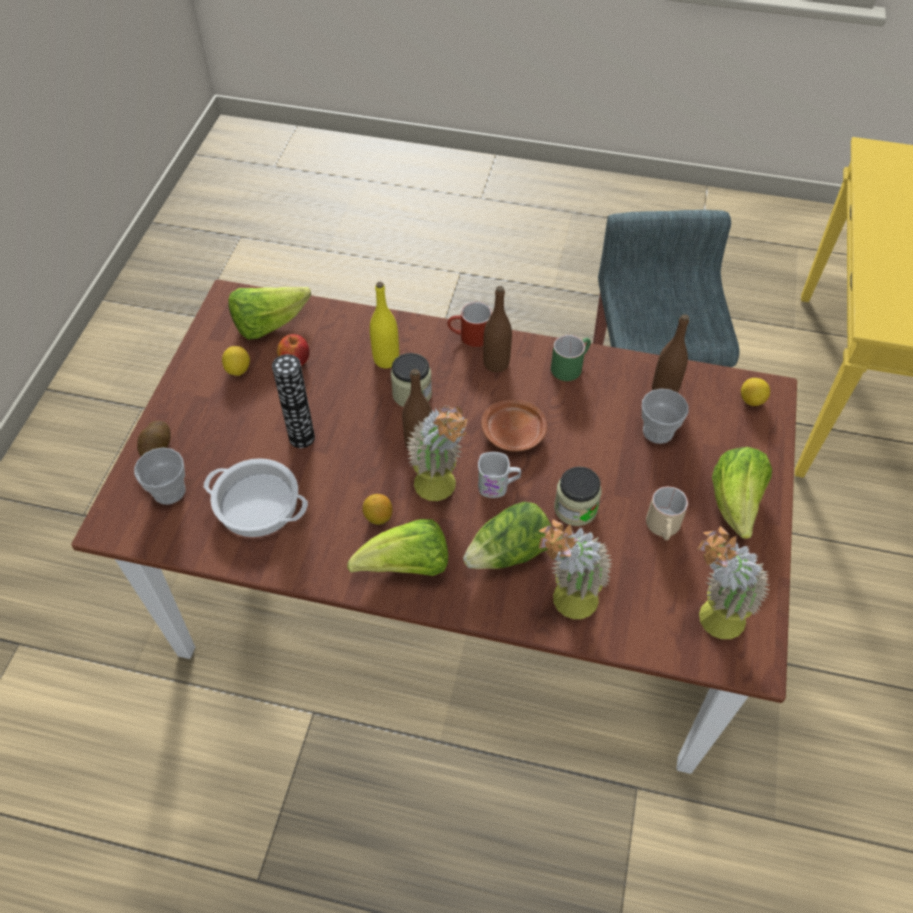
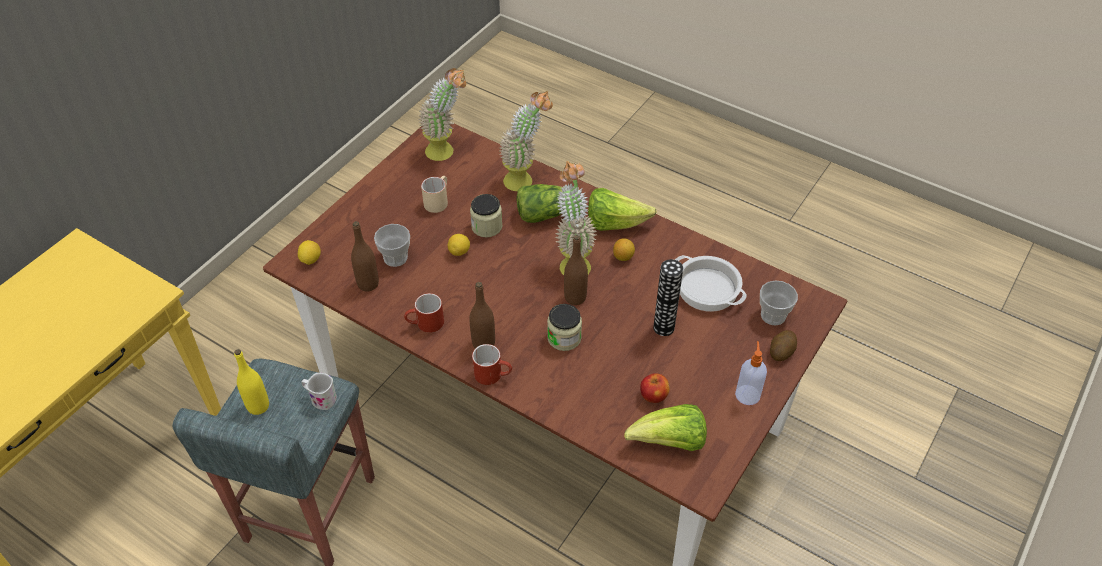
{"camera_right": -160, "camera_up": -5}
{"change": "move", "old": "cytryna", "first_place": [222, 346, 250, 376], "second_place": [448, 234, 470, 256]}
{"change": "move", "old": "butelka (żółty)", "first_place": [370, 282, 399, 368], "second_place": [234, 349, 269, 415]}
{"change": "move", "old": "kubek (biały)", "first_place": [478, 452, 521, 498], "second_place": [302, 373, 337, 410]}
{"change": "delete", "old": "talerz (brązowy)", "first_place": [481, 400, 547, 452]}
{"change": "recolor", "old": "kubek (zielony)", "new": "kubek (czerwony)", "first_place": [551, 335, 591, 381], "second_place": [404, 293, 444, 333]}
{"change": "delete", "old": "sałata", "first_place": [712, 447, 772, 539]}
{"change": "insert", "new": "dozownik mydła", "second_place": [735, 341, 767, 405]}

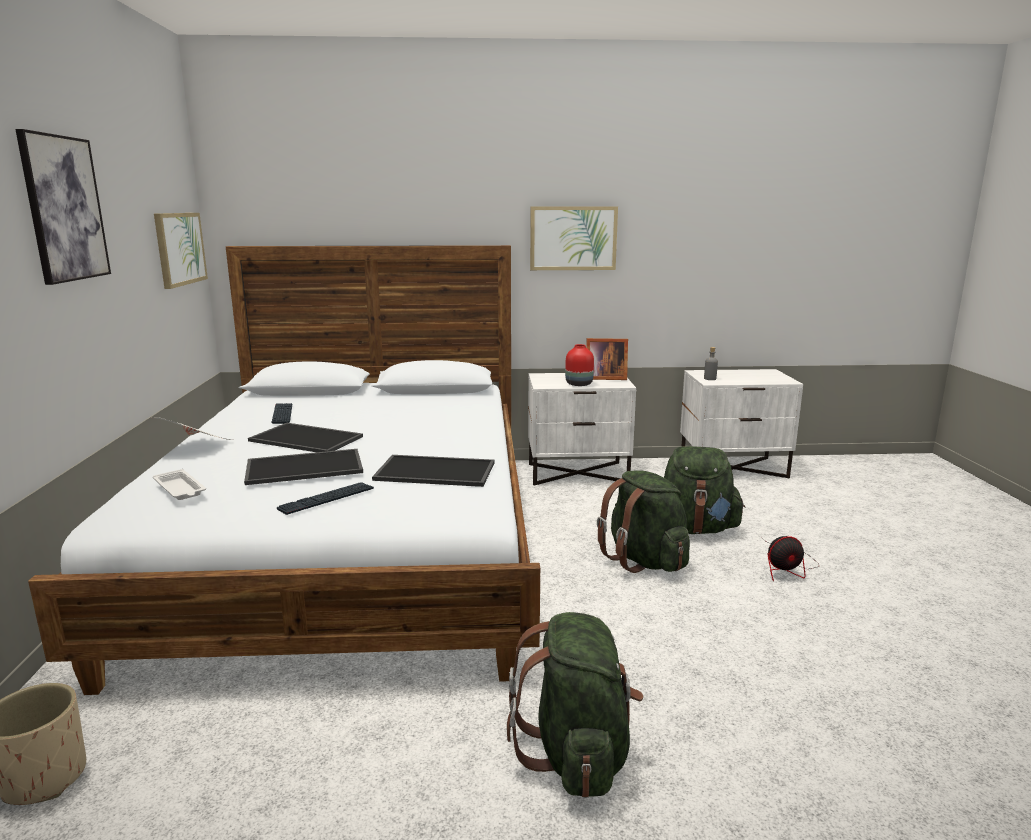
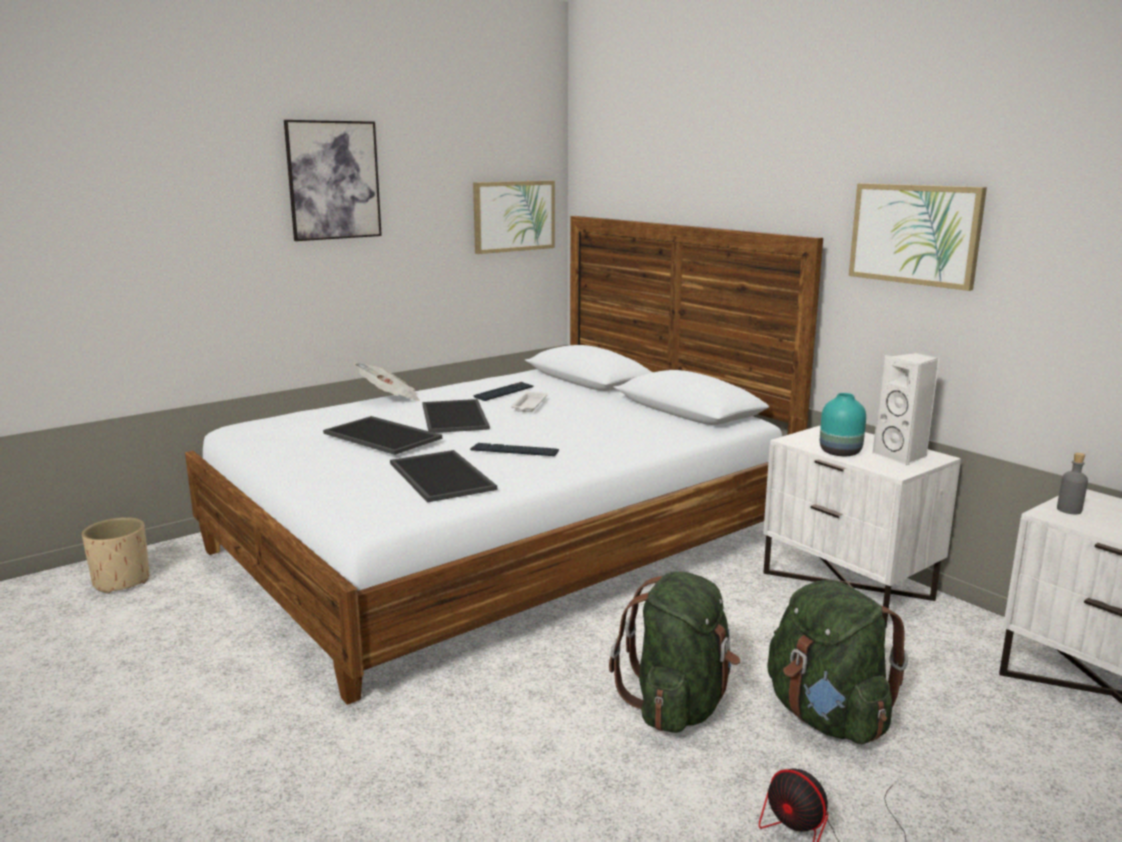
{"camera_right": 55, "camera_up": 0}
{"change": "move", "old": "taca (biały)", "first_place": [153, 469, 206, 500], "second_place": [511, 392, 548, 412]}
{"change": "move", "old": "klawiatura", "first_place": [277, 482, 374, 515], "second_place": [470, 443, 559, 456]}
{"change": "delete", "old": "plecak (zielony)", "first_place": [507, 612, 644, 798]}
{"change": "recolor", "old": "wazon (czerwony)", "new": "wazon (turkusowy)", "first_place": [565, 344, 594, 386], "second_place": [820, 393, 866, 456]}
{"change": "replace", "old": "ramka na zdjęcie", "new": "głośnik (biały)", "first_place": [586, 338, 628, 380], "second_place": [873, 353, 939, 465]}

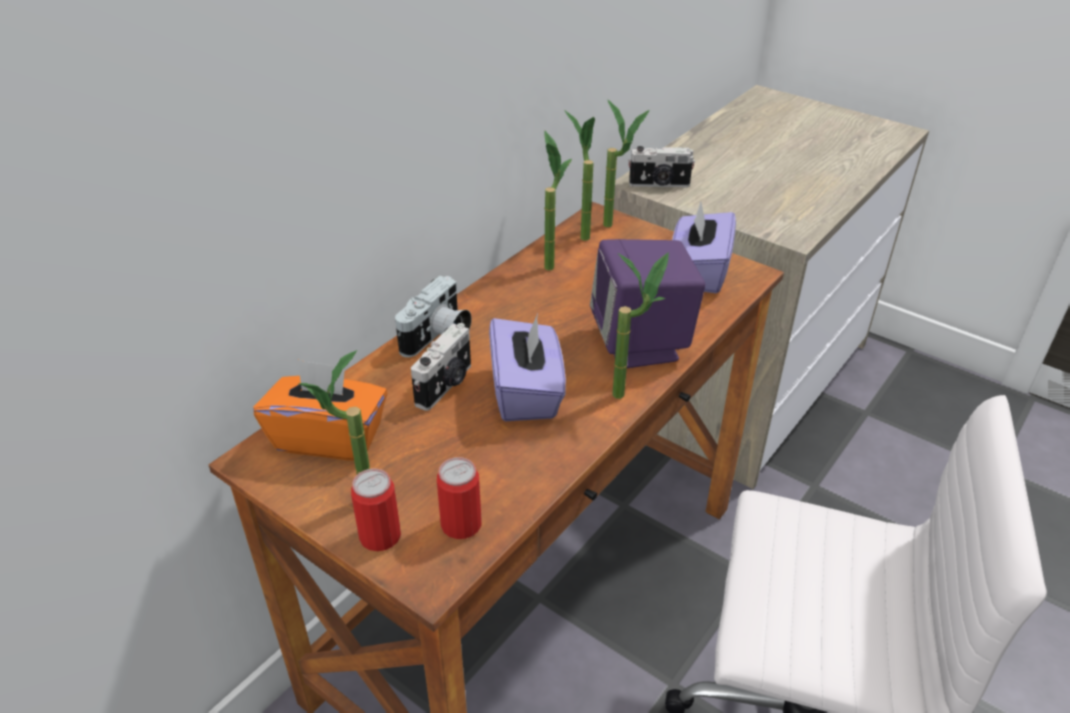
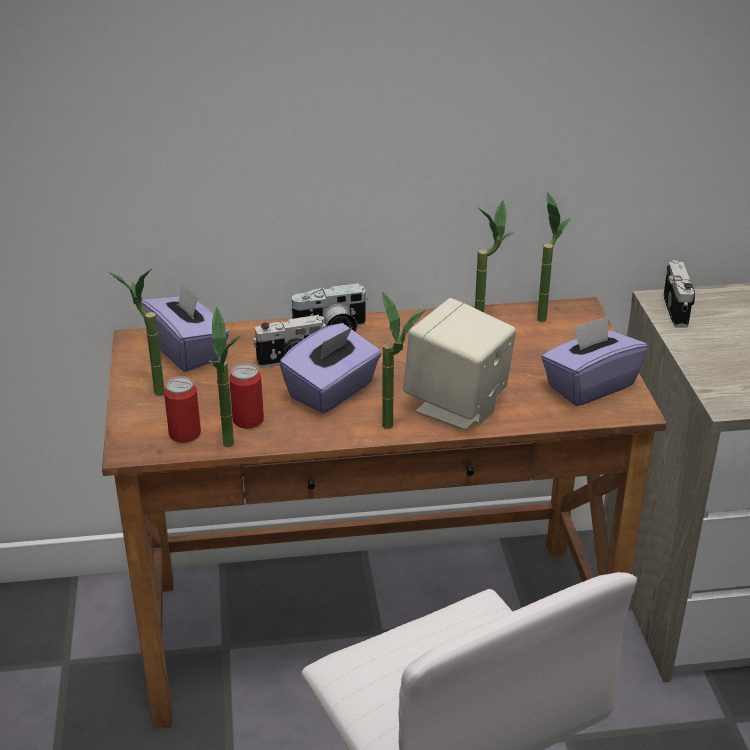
{"camera_right": 45, "camera_up": -5}
{"change": "recolor", "old": "pudełko chusteczek (pomarańczowy)", "new": "pudełko chusteczek (fioletowy)", "first_place": [253, 359, 387, 461], "second_place": [141, 283, 230, 372]}
{"change": "move", "old": "puszka", "first_place": [351, 468, 401, 551], "second_place": [229, 363, 264, 429]}
{"change": "recolor", "old": "głośnik (fioletowy)", "new": "głośnik (beżowy)", "first_place": [590, 239, 706, 368], "second_place": [403, 298, 516, 430]}
{"change": "move", "old": "roślina doniczkowa", "first_place": [603, 100, 649, 227], "second_place": [209, 307, 240, 447]}
{"change": "rotate", "old": "aparat fotograficzny", "first_place": [628, 146, 695, 187], "second_place": [663, 260, 695, 328], "degrees": -135}

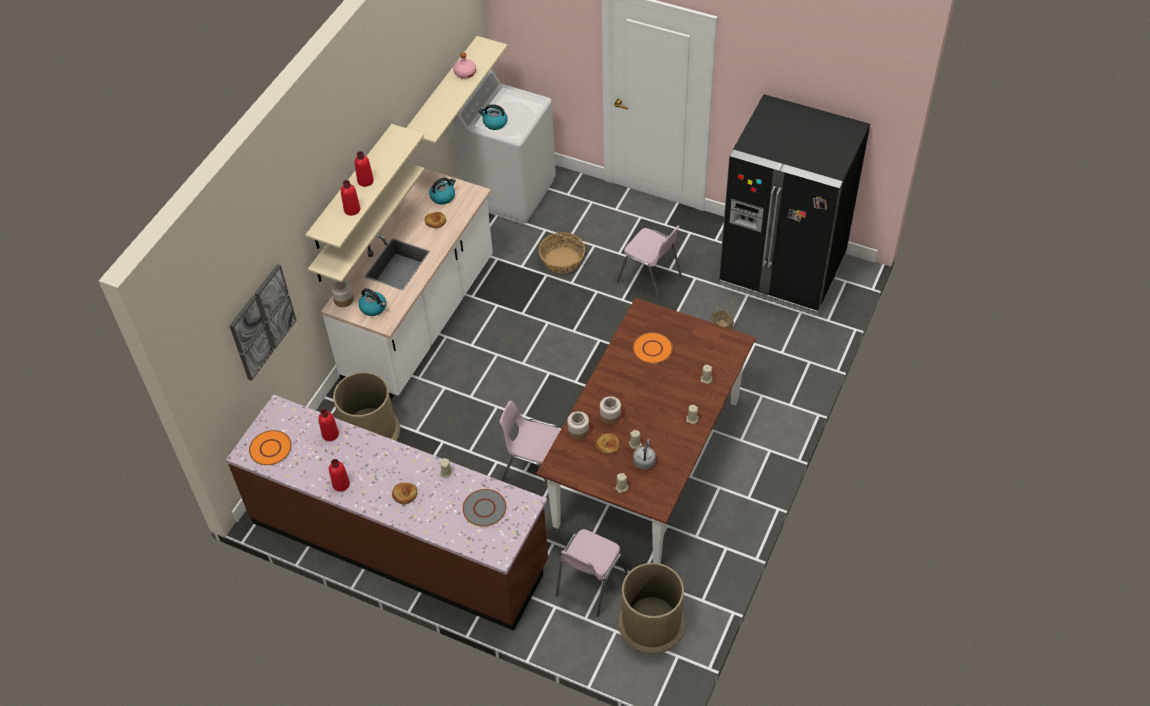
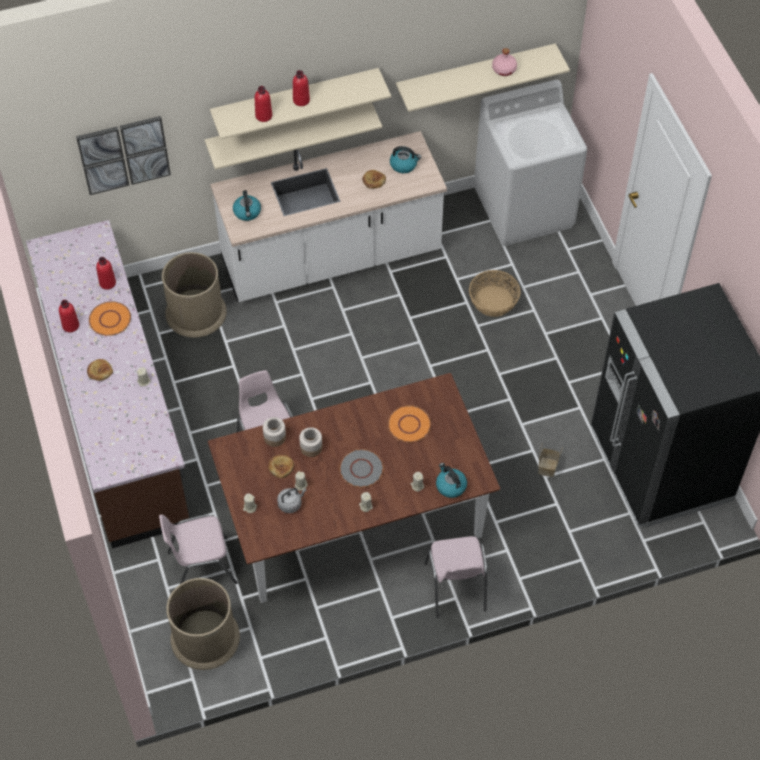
{"camera_right": 45, "camera_up": 5}
{"change": "move", "old": "talerz (pomarańczowy)", "first_place": [249, 430, 292, 465], "second_place": [89, 301, 131, 336]}
{"change": "delete", "old": "słoik", "first_place": [331, 280, 354, 307]}
{"change": "move", "old": "talerz (szary)", "first_place": [463, 489, 506, 527], "second_place": [339, 449, 384, 487]}
{"change": "move", "old": "czajnik", "first_place": [479, 104, 508, 130], "second_place": [436, 463, 467, 498]}
{"change": "move", "old": "krzesło (różowy)", "first_place": [617, 226, 682, 302], "second_place": [425, 536, 487, 618]}

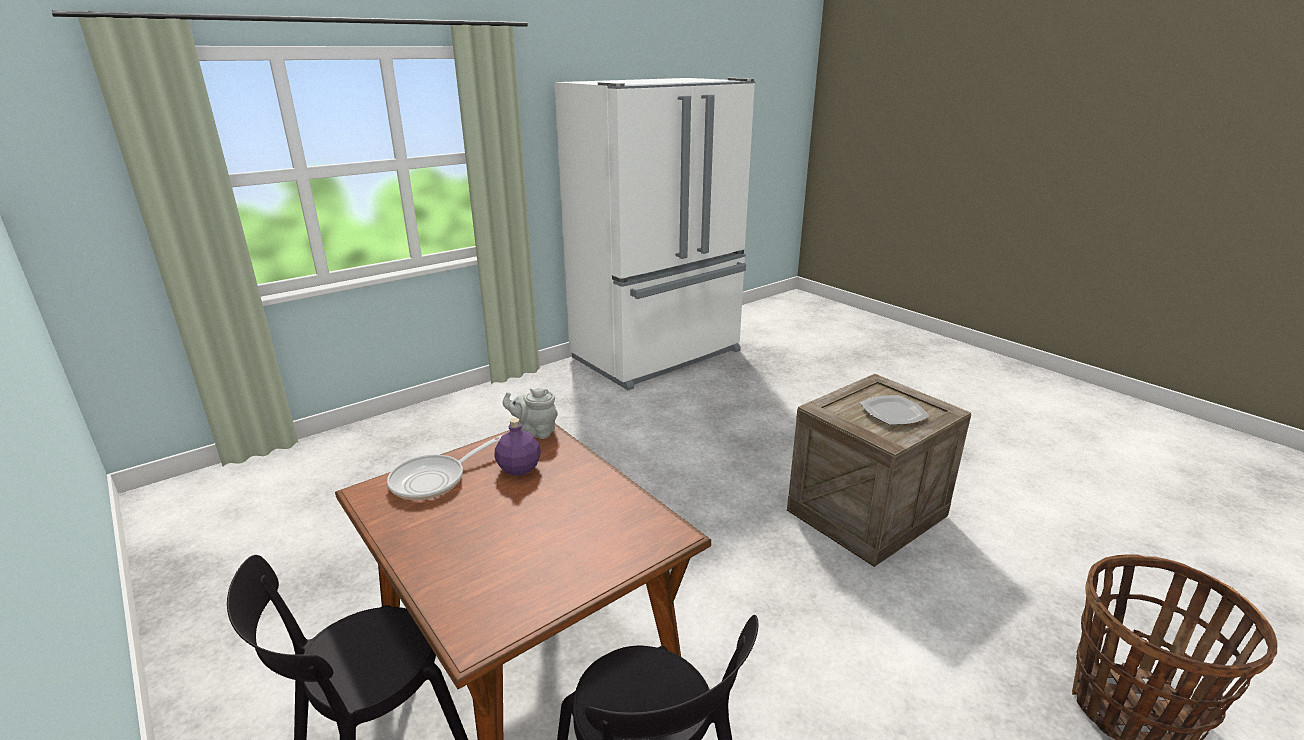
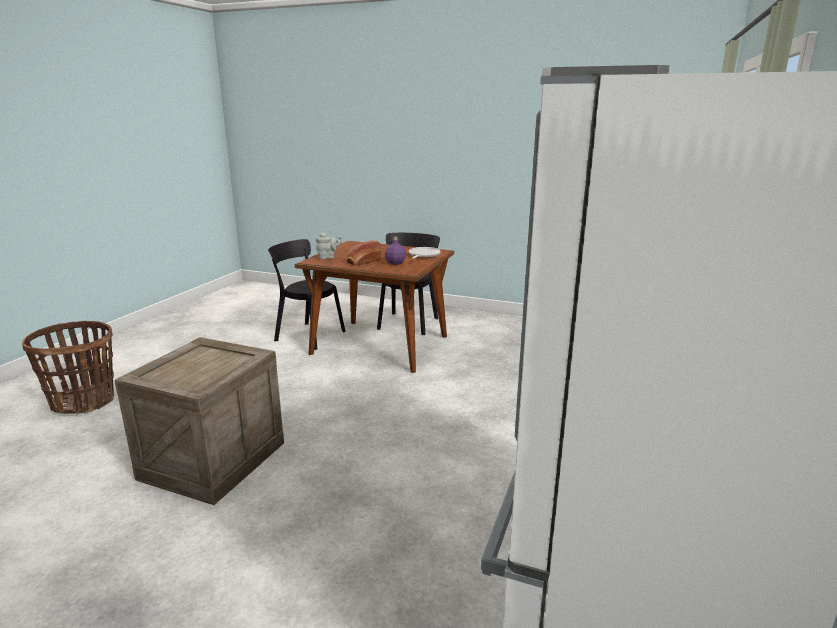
{"camera_right": 150, "camera_up": -5}
{"change": "move", "old": "imbryk (szary)", "first_place": [503, 387, 558, 439], "second_place": [315, 233, 342, 259]}
{"change": "delete", "old": "talerz", "first_place": [860, 395, 930, 425]}
{"change": "insert", "new": "chleb", "second_place": [347, 240, 382, 265]}

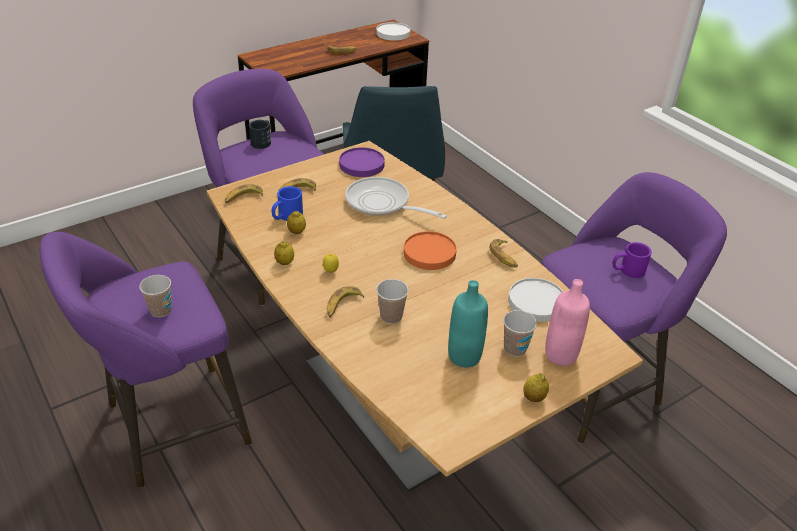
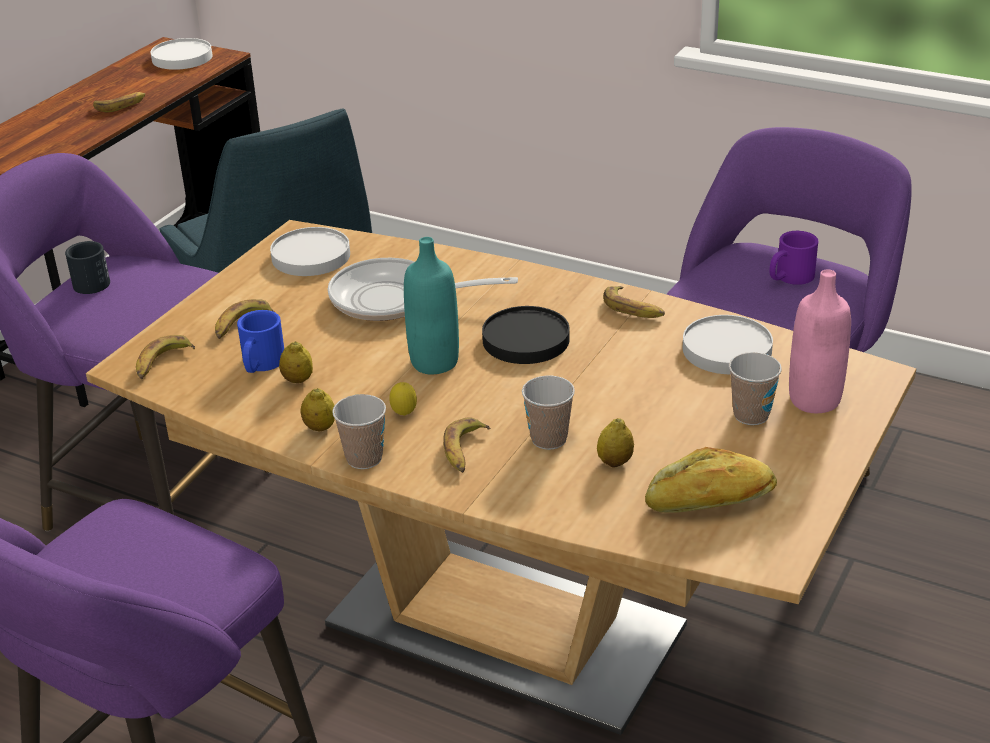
{"camera_right": -25, "camera_up": -5}
{"change": "move", "old": "filiżanka", "first_place": [139, 275, 172, 317], "second_place": [332, 394, 386, 469]}
{"change": "recolor", "old": "talerz (fioletowy)", "new": "talerz (biały)", "first_place": [339, 147, 385, 177], "second_place": [270, 227, 350, 276]}
{"change": "recolor", "old": "talerz (pomarańczowy)", "new": "talerz (czarny)", "first_place": [404, 231, 457, 270], "second_place": [482, 306, 570, 364]}
{"change": "move", "old": "butelka (turkusowy)", "first_place": [448, 280, 488, 367], "second_place": [404, 237, 459, 374]}
{"change": "move", "old": "cytryna", "first_place": [523, 373, 549, 402], "second_place": [597, 418, 634, 468]}
{"change": "insert", "new": "chleb", "second_place": [645, 447, 777, 513]}

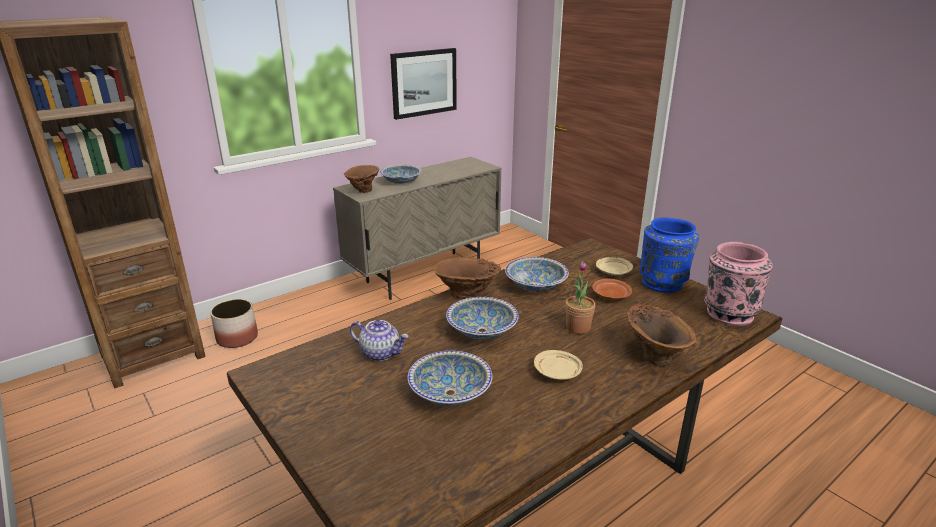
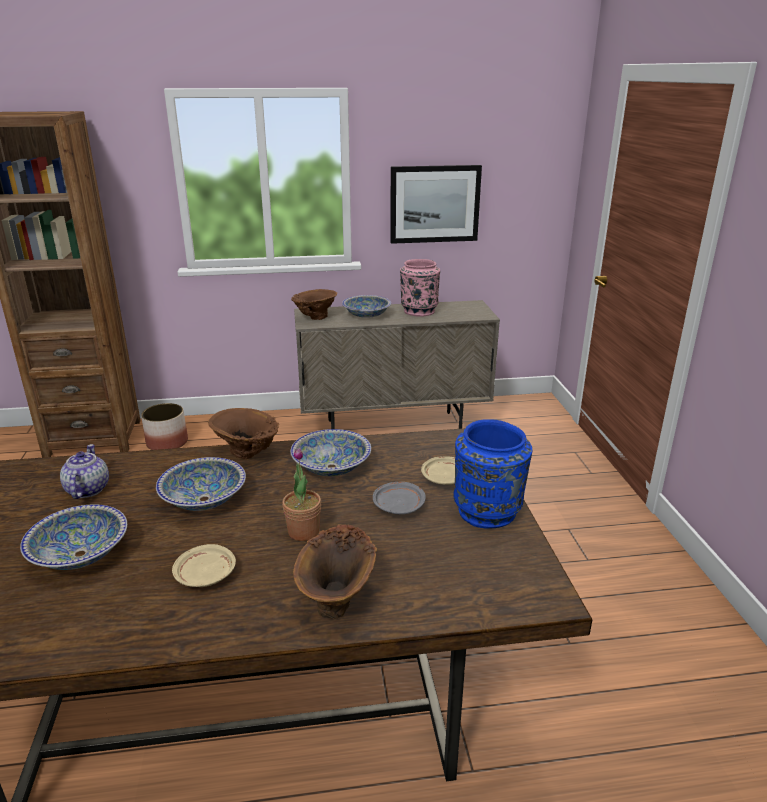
{"camera_right": 30, "camera_up": 0}
{"change": "rotate", "old": "imbryk", "first_place": [350, 320, 409, 361], "second_place": [60, 444, 109, 499], "degrees": -150}
{"change": "recolor", "old": "talerz (brązowy)", "new": "talerz (szary)", "first_place": [592, 279, 632, 300], "second_place": [373, 482, 426, 514]}
{"change": "move", "old": "wazon (różowy)", "first_place": [704, 242, 773, 326], "second_place": [400, 259, 440, 317]}

